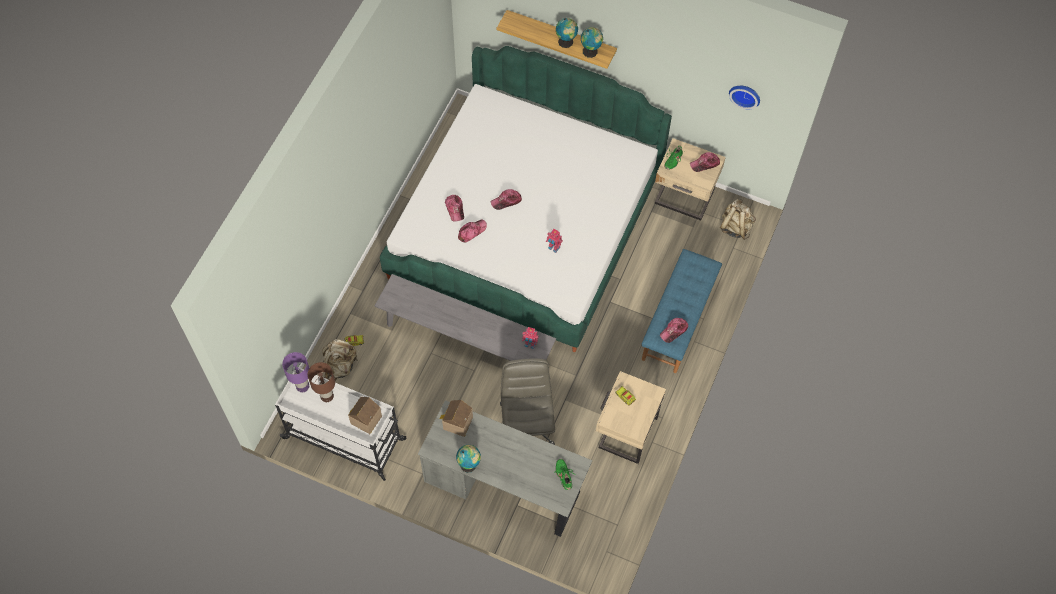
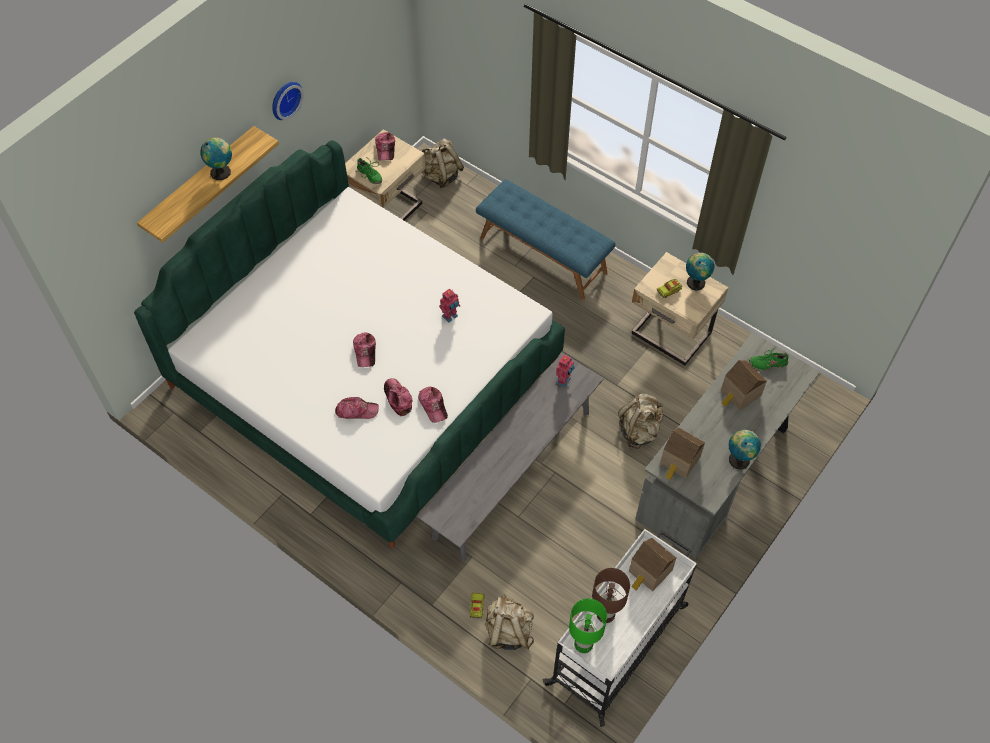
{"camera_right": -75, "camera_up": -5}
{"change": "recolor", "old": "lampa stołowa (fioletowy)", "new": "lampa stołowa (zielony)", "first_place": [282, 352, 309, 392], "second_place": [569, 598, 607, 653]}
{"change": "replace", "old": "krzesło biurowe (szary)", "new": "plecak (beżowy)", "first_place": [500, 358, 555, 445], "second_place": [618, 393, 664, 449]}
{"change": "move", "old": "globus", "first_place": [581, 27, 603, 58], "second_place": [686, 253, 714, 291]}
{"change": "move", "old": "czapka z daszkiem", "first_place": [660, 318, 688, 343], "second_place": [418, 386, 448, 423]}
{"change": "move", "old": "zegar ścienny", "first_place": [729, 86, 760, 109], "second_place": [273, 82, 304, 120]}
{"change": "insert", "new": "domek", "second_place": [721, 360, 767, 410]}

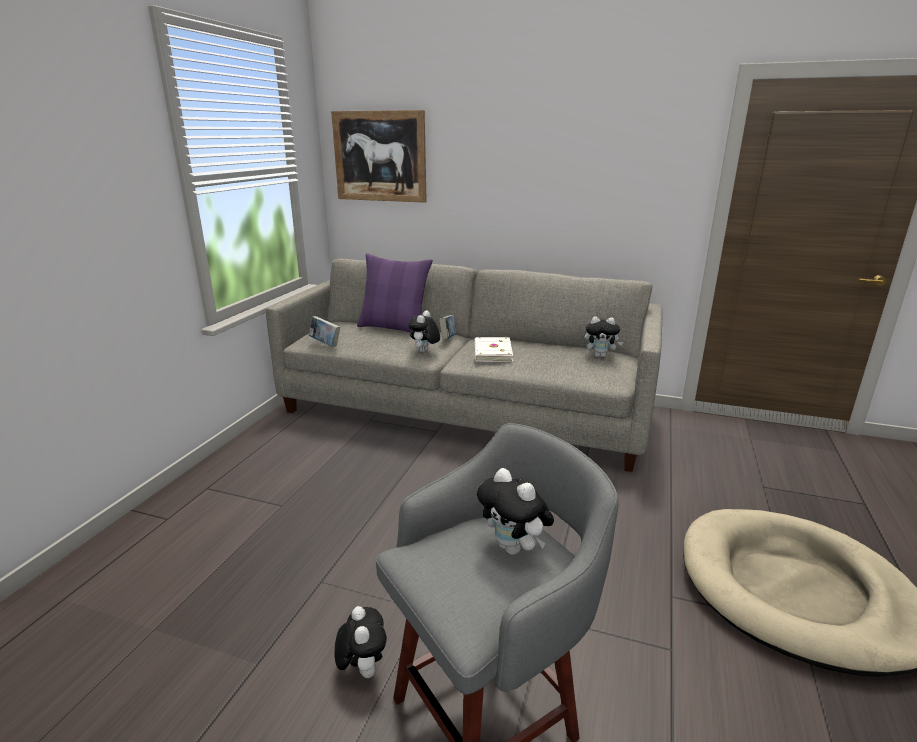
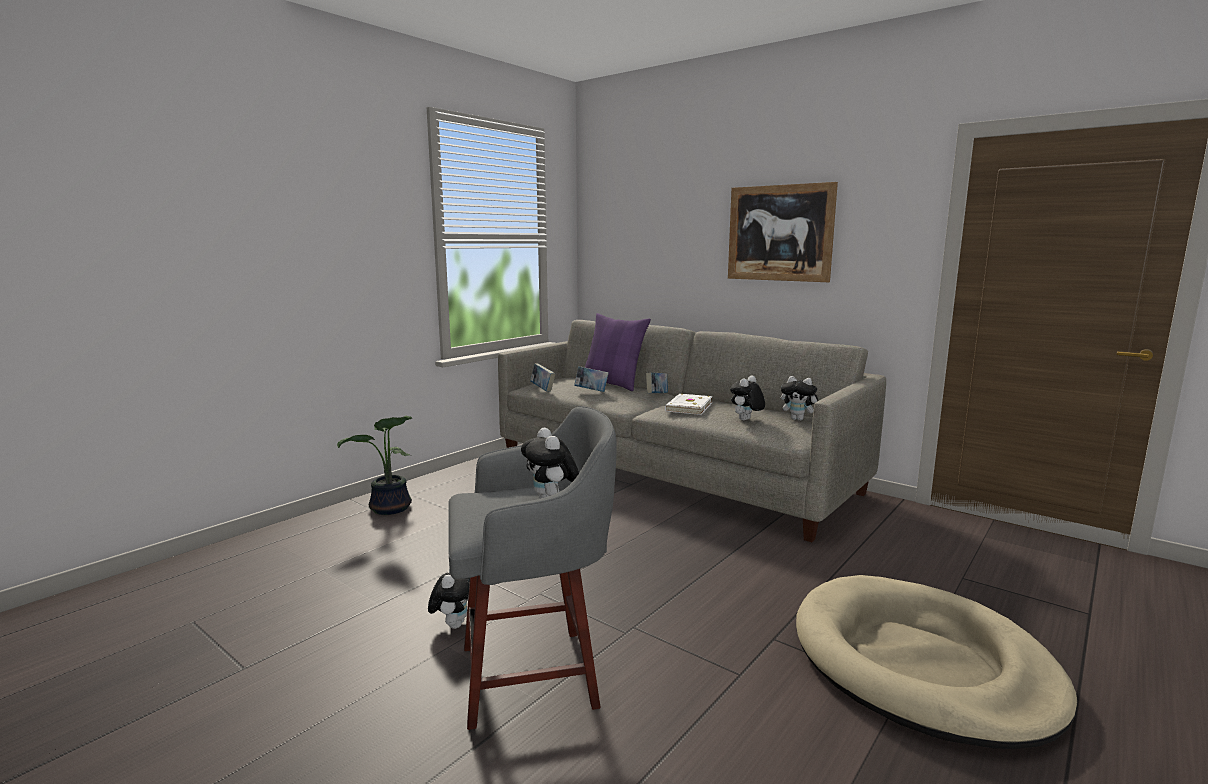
{"camera_right": 20, "camera_up": -10}
{"change": "move", "old": "obraz", "first_place": [331, 110, 427, 203], "second_place": [728, 182, 838, 282]}
{"change": "move", "old": "pluszak", "first_place": [408, 310, 440, 352], "second_place": [730, 375, 765, 421]}
{"change": "insert", "new": "roślina doniczkowa", "second_place": [337, 416, 412, 515]}
{"change": "insert", "new": "książka", "second_place": [574, 366, 609, 392]}

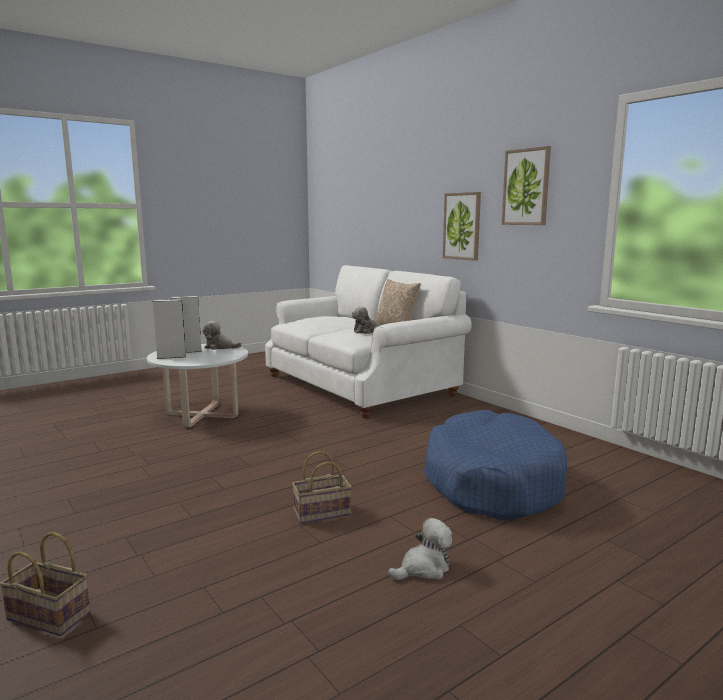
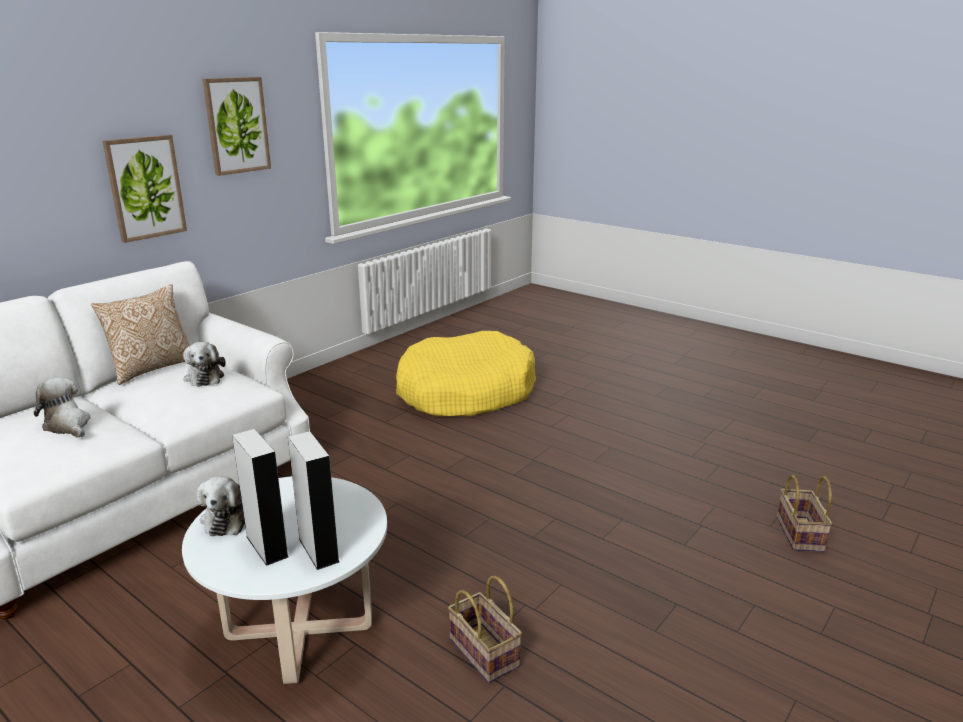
{"camera_right": -105, "camera_up": 10}
{"change": "move", "old": "koszyk", "first_place": [292, 451, 352, 524], "second_place": [448, 576, 522, 683]}
{"change": "move", "old": "pluszak", "first_place": [388, 518, 452, 580], "second_place": [34, 377, 91, 438]}
{"change": "recolor", "old": "legowisko (niebieski)", "new": "legowisko (żółty)", "first_place": [424, 410, 567, 521], "second_place": [396, 331, 536, 417]}

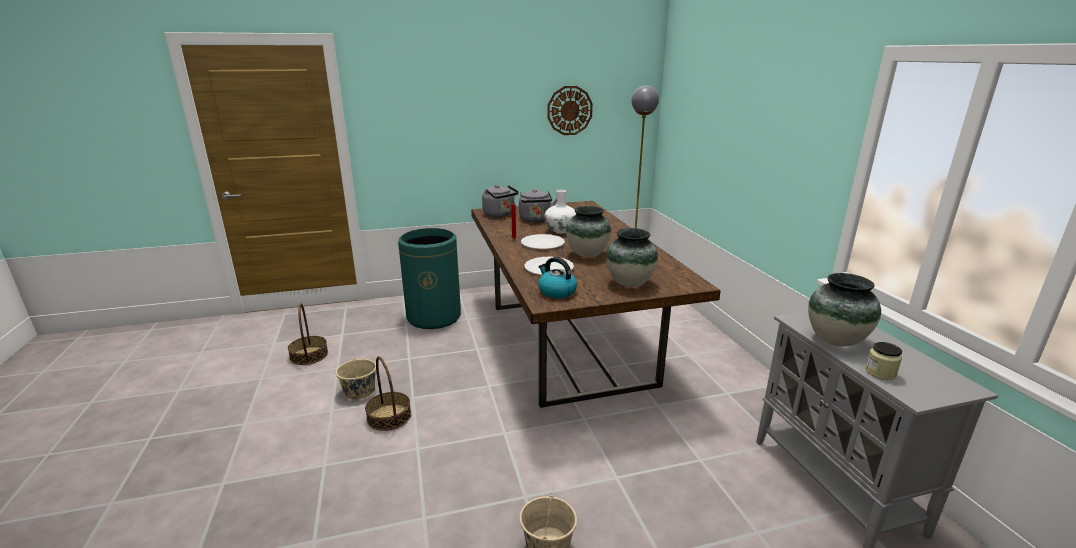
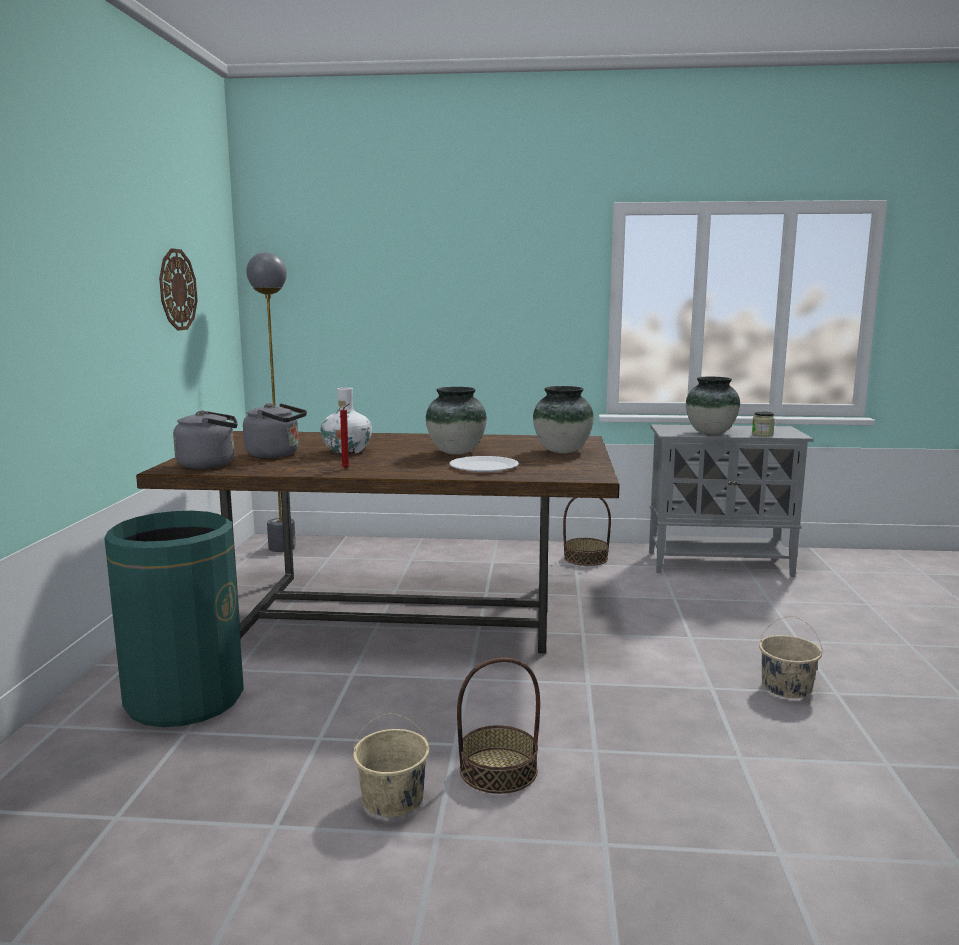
{"camera_right": -70, "camera_up": -10}
{"change": "move", "old": "koszyk", "first_place": [288, 303, 328, 365], "second_place": [563, 498, 611, 566]}
{"change": "delete", "old": "talerz (biały)", "first_place": [521, 234, 565, 249]}
{"change": "delete", "old": "czajnik", "first_place": [538, 257, 577, 299]}

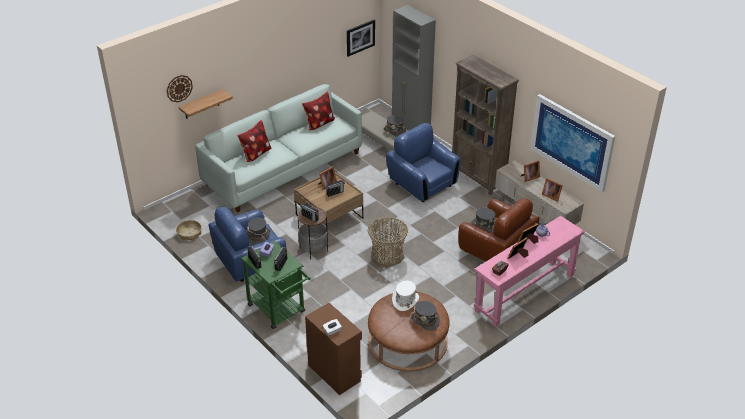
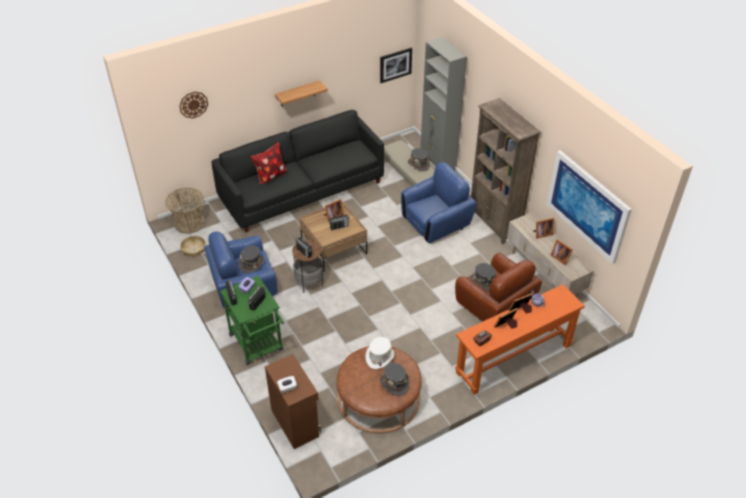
{"camera_right": 10, "camera_up": 5}
{"change": "move", "old": "półka", "first_place": [179, 89, 233, 119], "second_place": [275, 80, 328, 106]}
{"change": "recolor", "old": "kanapa (biały)", "new": "kanapa (czarny)", "first_place": [195, 84, 362, 213], "second_place": [212, 110, 384, 232]}
{"change": "delete", "old": "poduszka", "first_place": [302, 91, 335, 130]}
{"change": "move", "old": "koszyk", "first_place": [368, 217, 408, 266], "second_place": [165, 187, 205, 234]}
{"change": "rotate", "old": "fotel (niebieski)", "first_place": [386, 123, 460, 202], "second_place": [401, 162, 476, 243], "degrees": 90}
{"change": "recolor", "old": "stolik konsolowy (różowy)", "new": "stolik konsolowy (pomarańczowy)", "first_place": [474, 216, 585, 327], "second_place": [455, 284, 585, 395]}

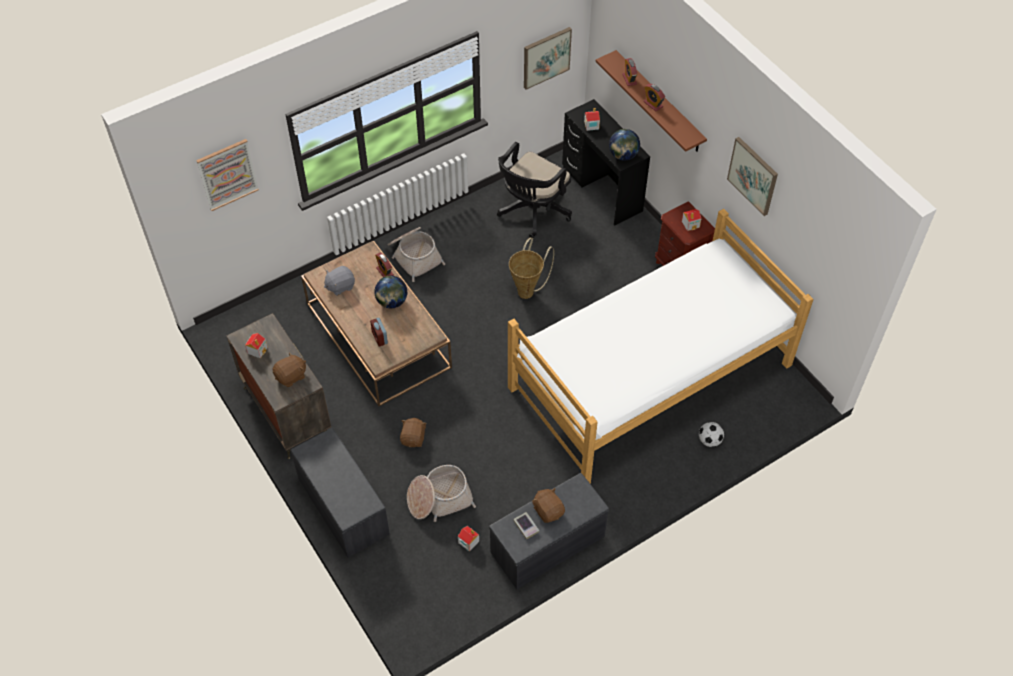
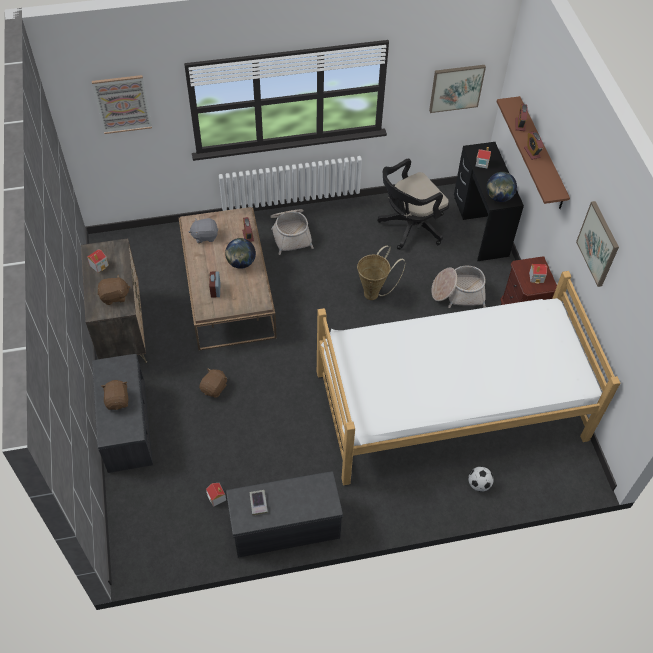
{"camera_right": 20, "camera_up": 0}
{"change": "move", "old": "koszyk", "first_place": [407, 465, 476, 522], "second_place": [431, 266, 486, 308]}
{"change": "move", "old": "pluszak (brązowy)", "first_place": [532, 488, 565, 523], "second_place": [101, 380, 129, 410]}

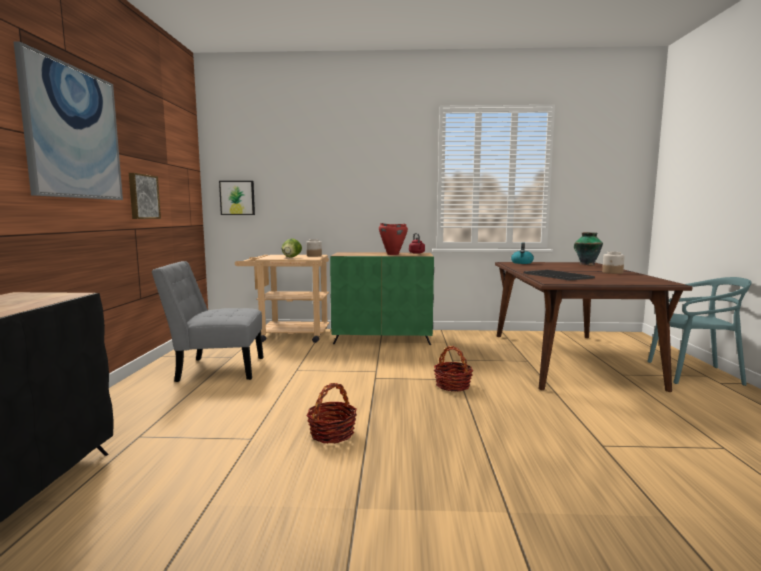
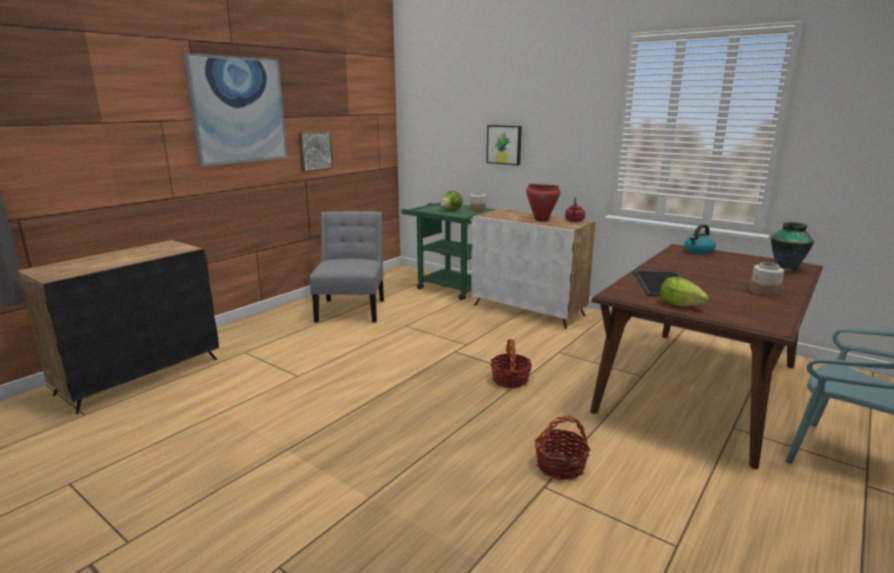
{"camera_right": 35, "camera_up": 10}
{"change": "rotate", "old": "krzesło (szary)", "first_place": [151, 261, 263, 382], "second_place": [309, 211, 384, 323], "degrees": 60}
{"change": "move", "old": "obraz", "first_place": [219, 181, 255, 215], "second_place": [487, 125, 522, 165]}
{"change": "recolor", "old": "wózek (beżowy)", "new": "wózek (zielony)", "first_place": [235, 255, 329, 343], "second_place": [401, 203, 496, 300]}
{"change": "move", "old": "koszyk", "first_place": [306, 383, 357, 444], "second_place": [535, 415, 591, 480]}
{"change": "recolor", "old": "szafka (zielony)", "new": "szafka (biały)", "first_place": [330, 252, 434, 345], "second_place": [471, 209, 596, 329]}
{"change": "insert", "new": "sałata", "second_place": [660, 277, 708, 306]}

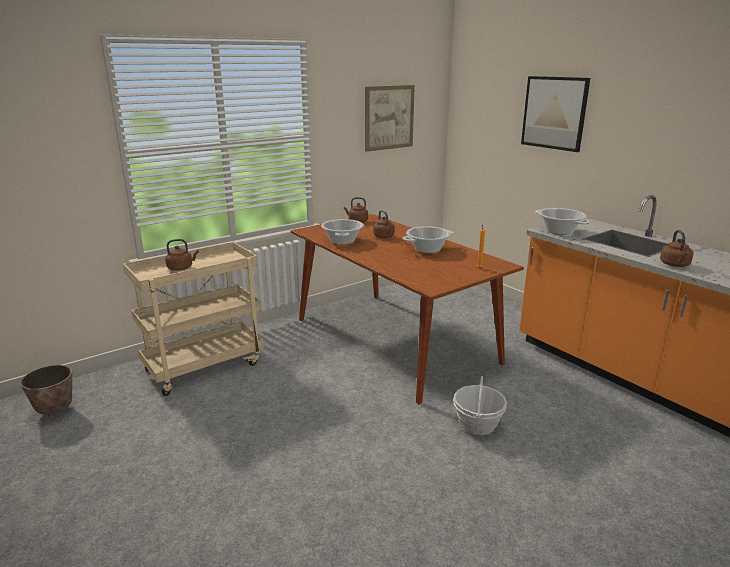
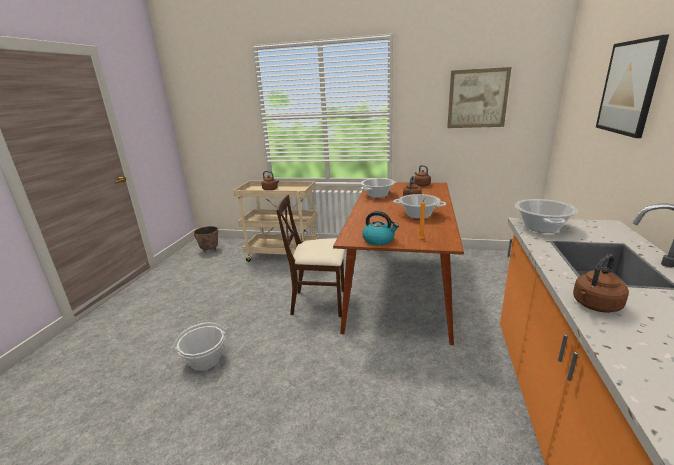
{"camera_right": 50, "camera_up": 0}
{"change": "move", "old": "koszyk", "first_place": [453, 376, 507, 435], "second_place": [172, 322, 227, 371]}
{"change": "insert", "new": "krzesło (beżowy)", "second_place": [276, 195, 345, 317]}
{"change": "insert", "new": "czajnik", "second_place": [362, 211, 399, 245]}

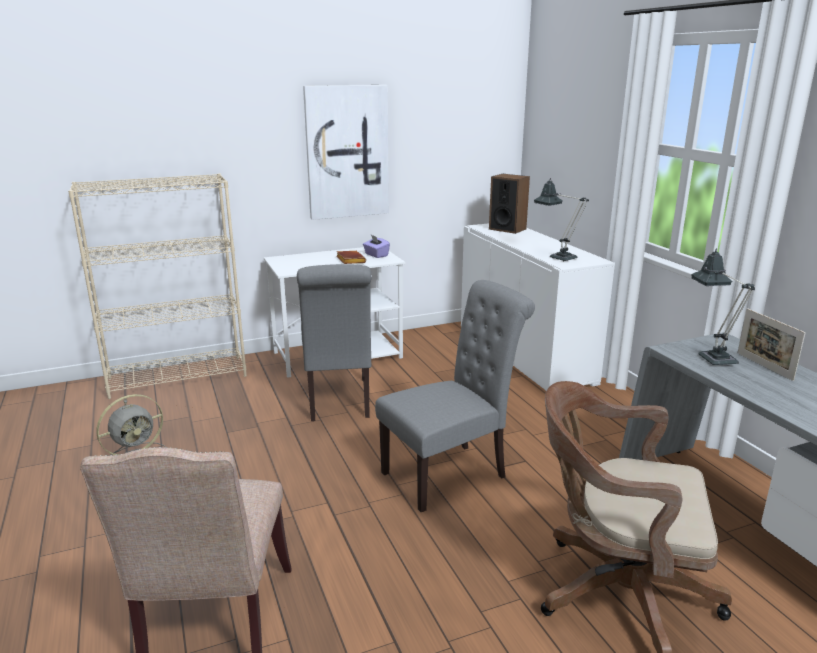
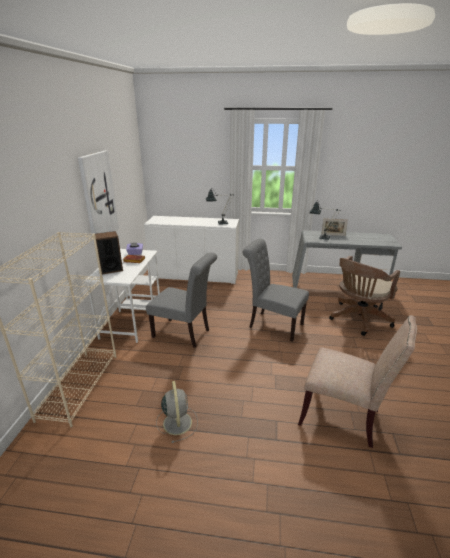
{"camera_right": -60, "camera_up": 5}
{"change": "rotate", "old": "krzesło (szary)", "first_place": [375, 280, 535, 512], "second_place": [243, 239, 309, 342], "degrees": -60}
{"change": "move", "old": "głośnik", "first_place": [489, 174, 530, 234], "second_place": [95, 231, 123, 275]}

